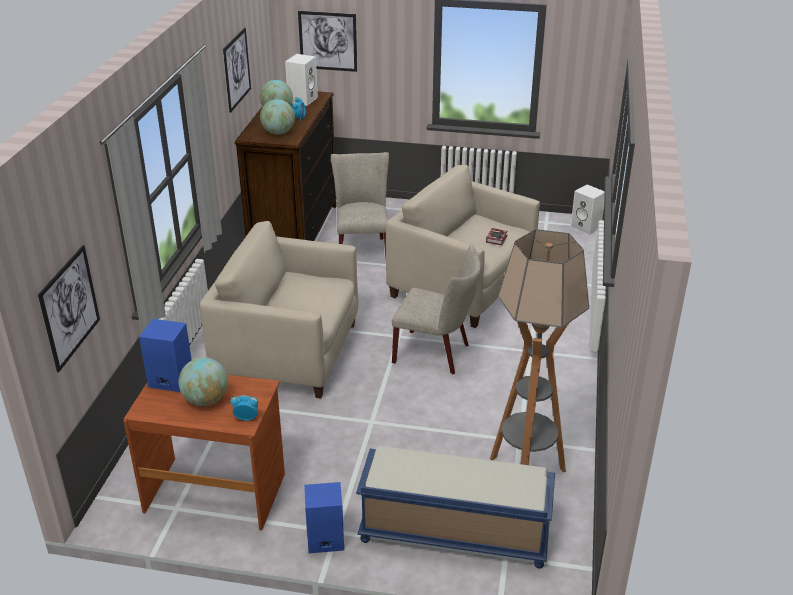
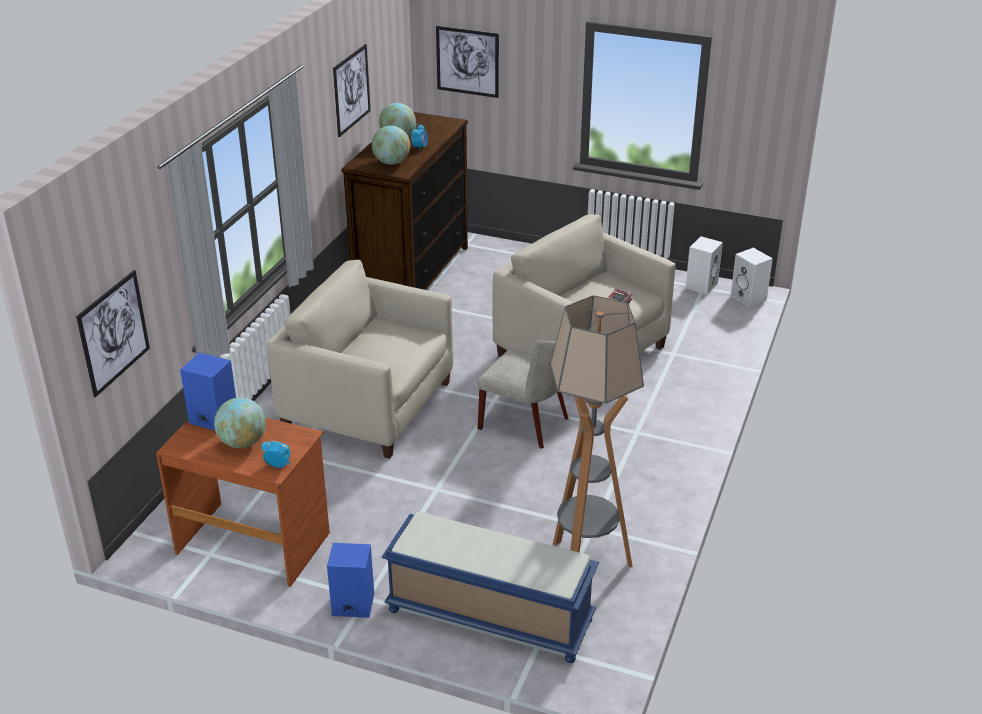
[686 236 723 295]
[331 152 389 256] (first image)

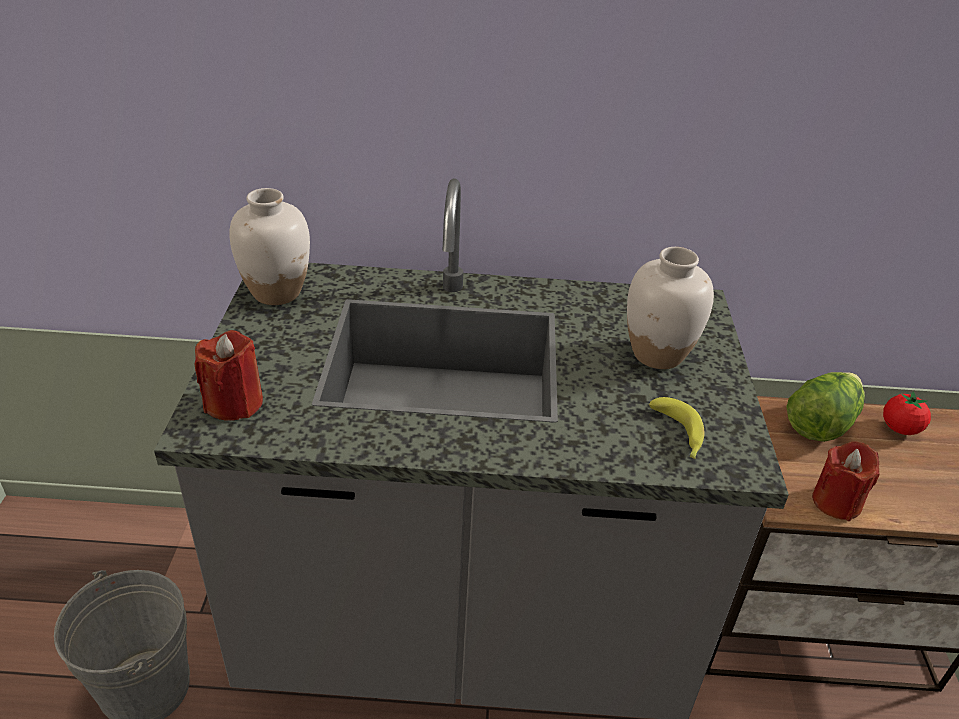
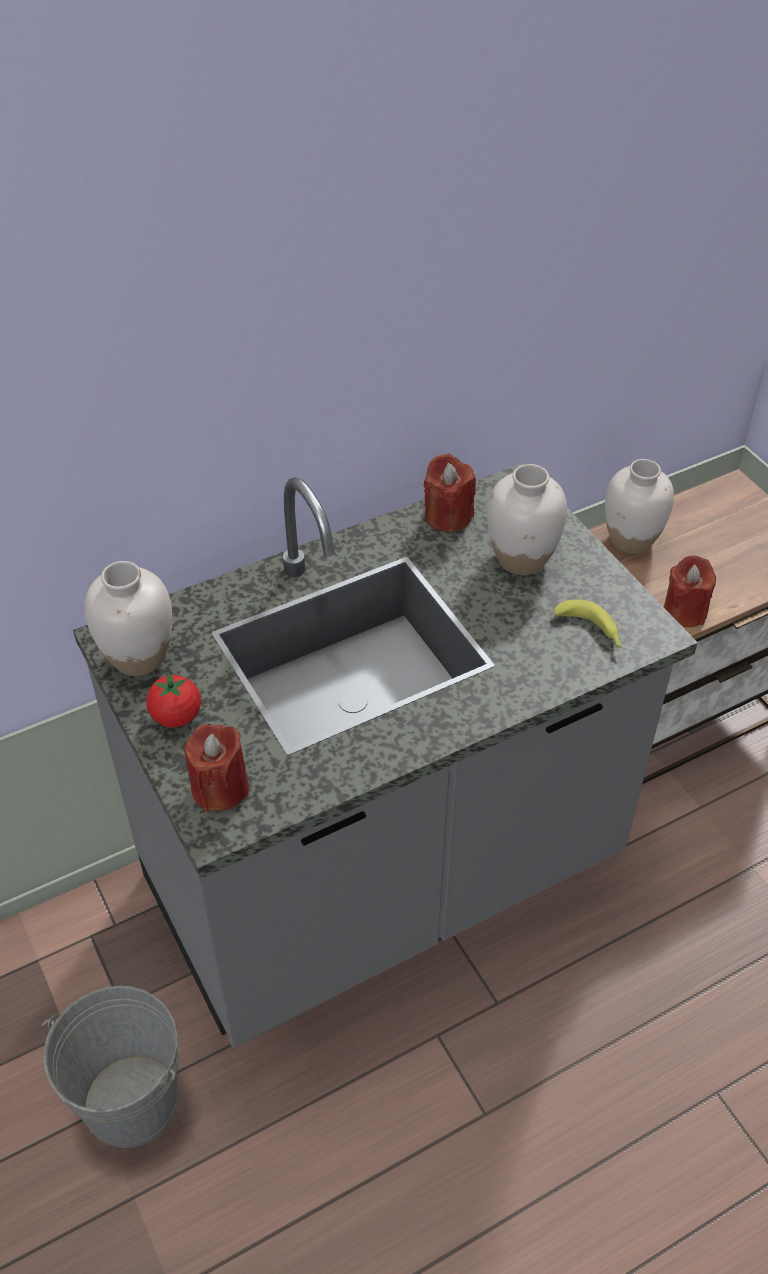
[605 459 674 554]
[146 672 201 728]
[424 454 476 533]

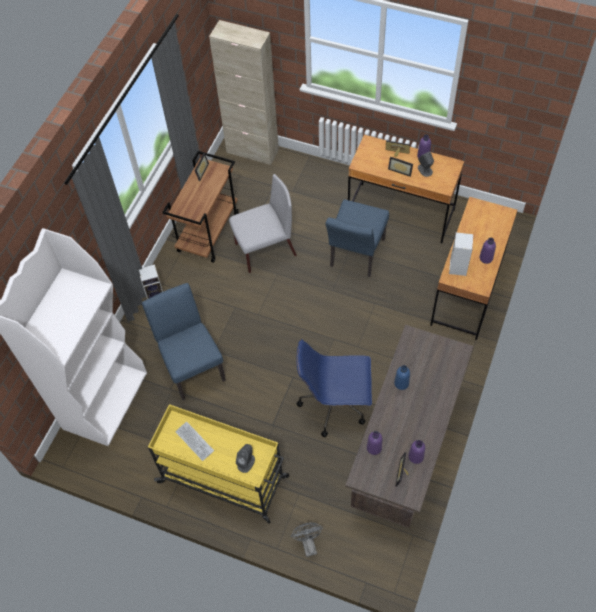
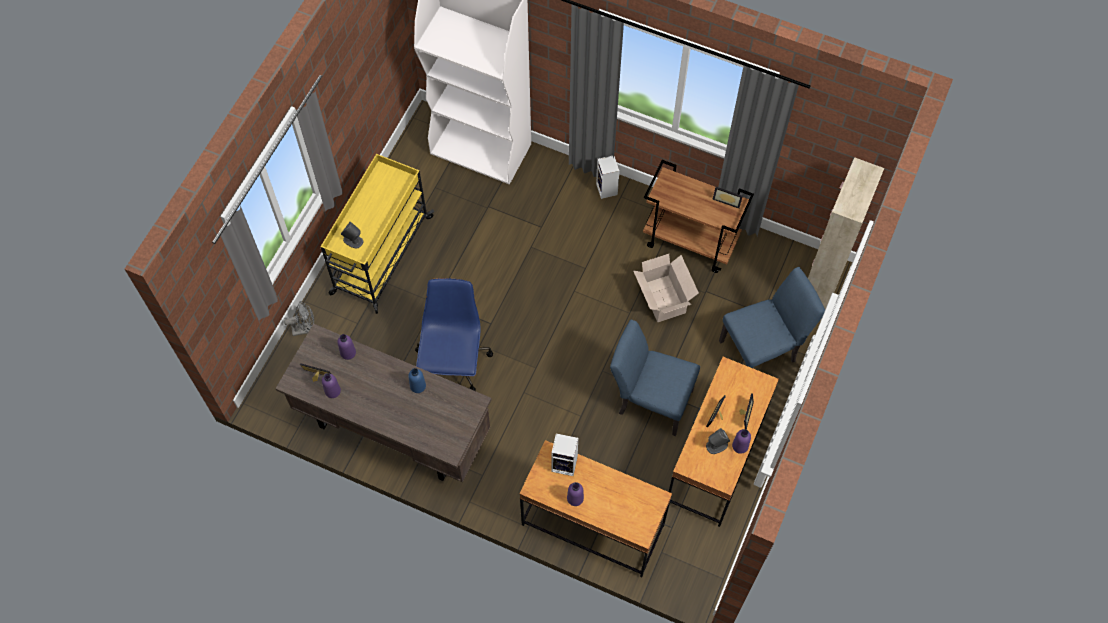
[719 267 825 368]
[175 421 214 461] (first image)
[633 254 699 322]

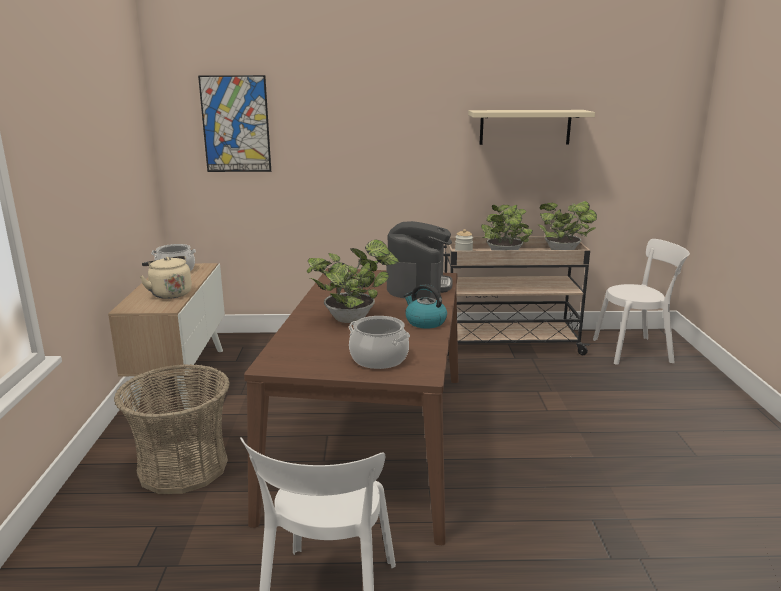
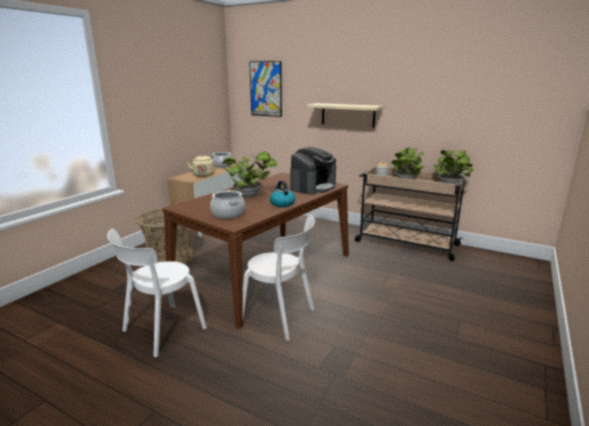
[307 103 384 128]
[243 215 315 340]

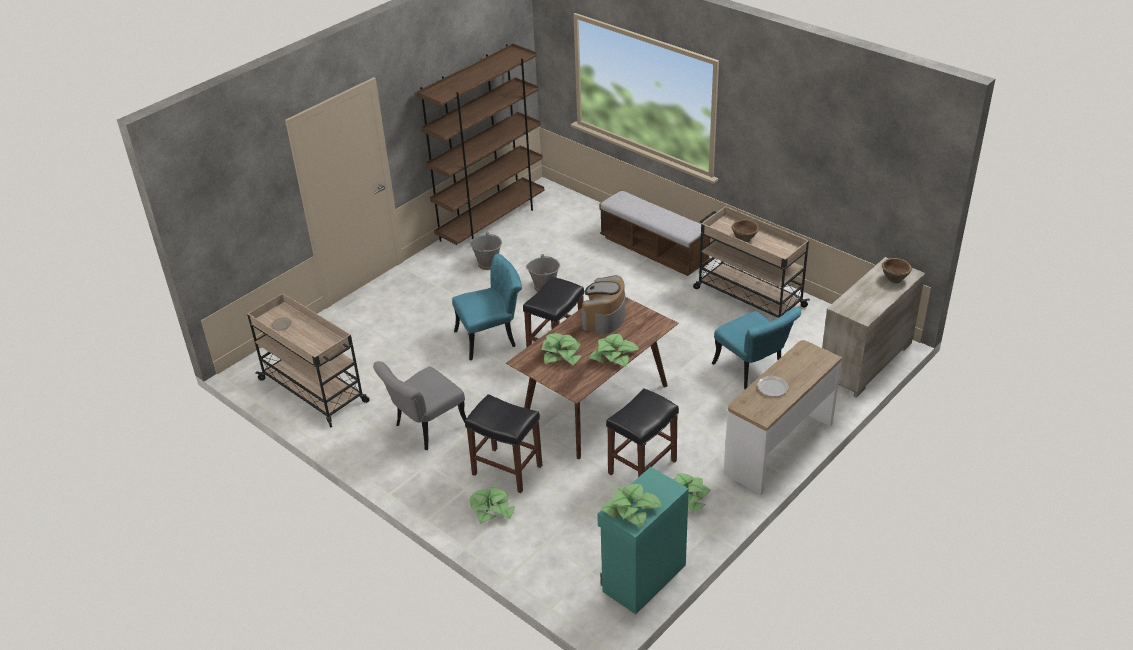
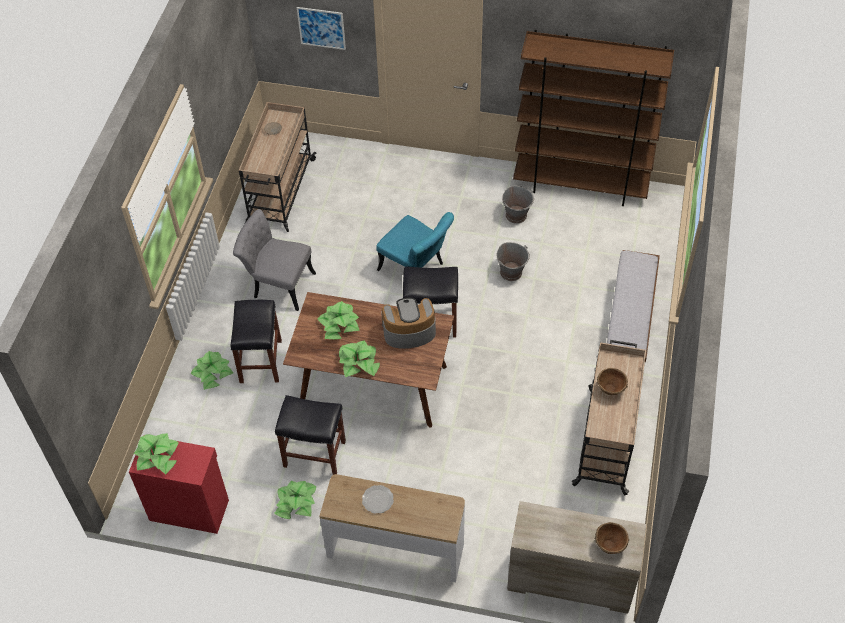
[129 435 229 534]
[712 307 801 389] (first image)
[297 7 346 50]

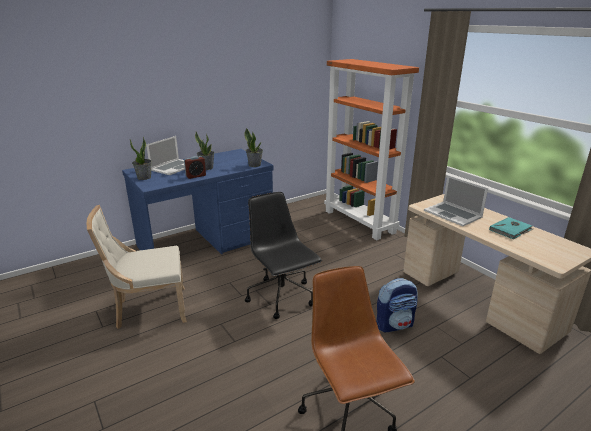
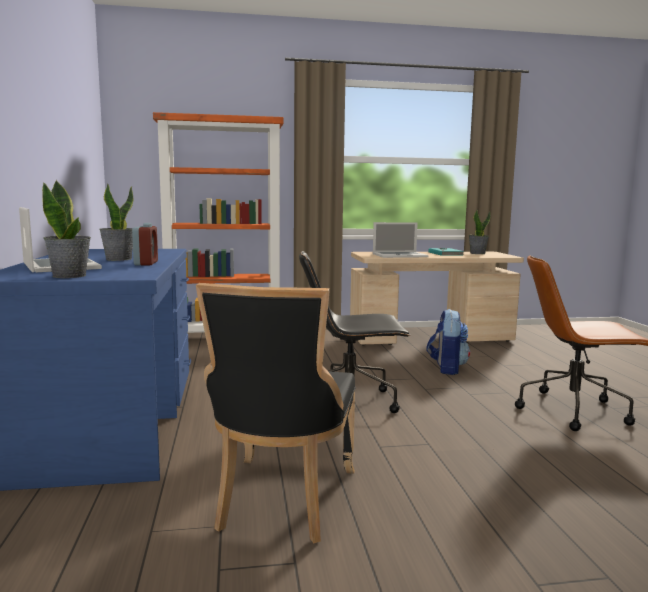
[196 283 356 543]
[468 210 490 254]

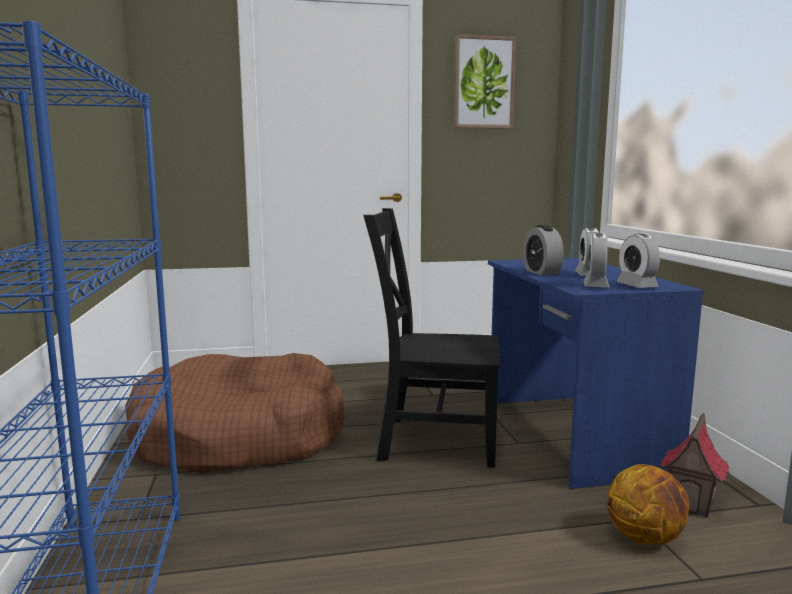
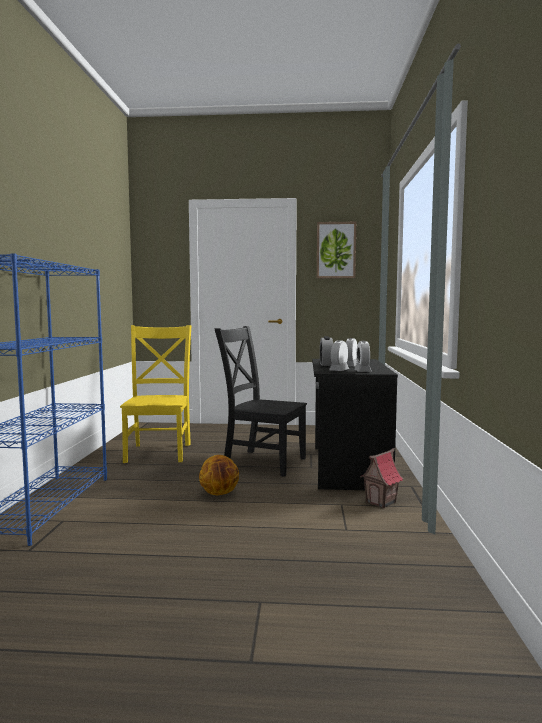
[120 325 191 463]
[312 359 398 490]
[199 455 239 495]

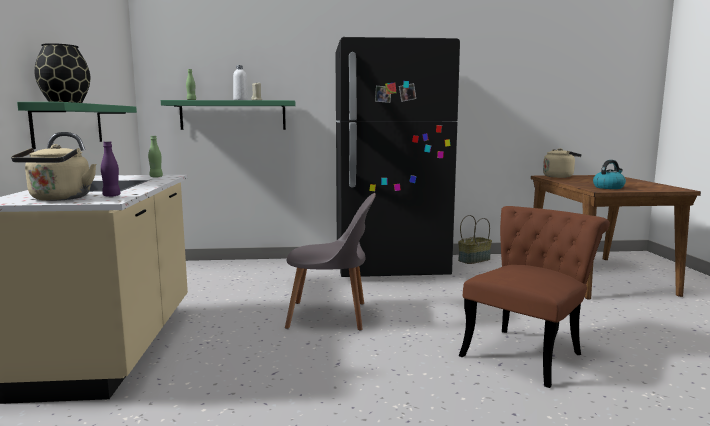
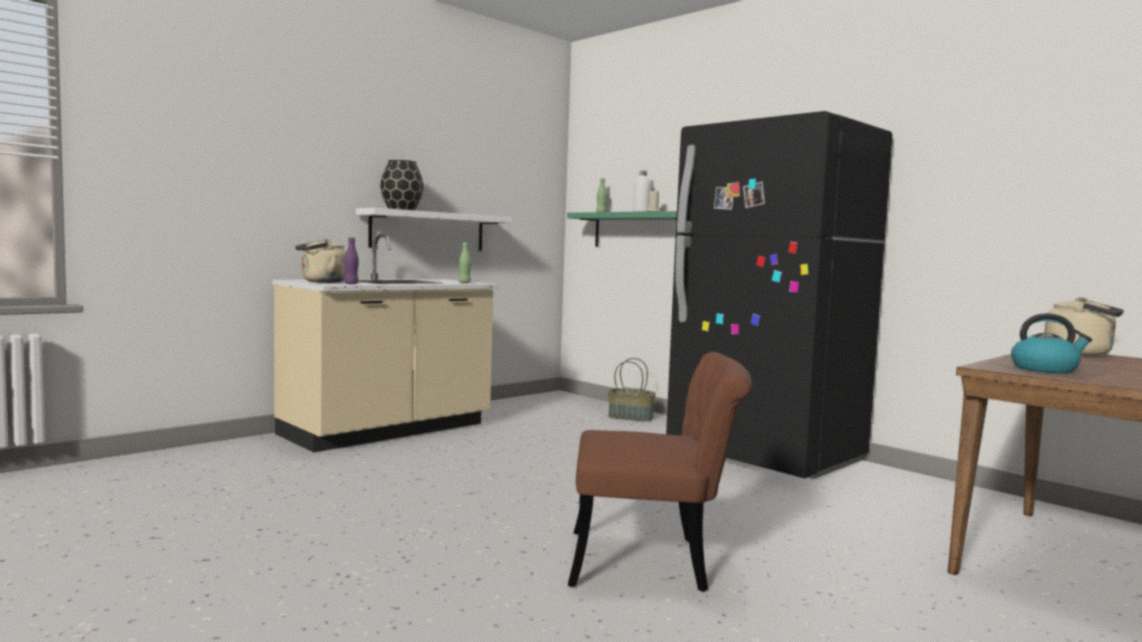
[356 208 512 251]
[285 193 376 330] (first image)
[608 358 656 422]

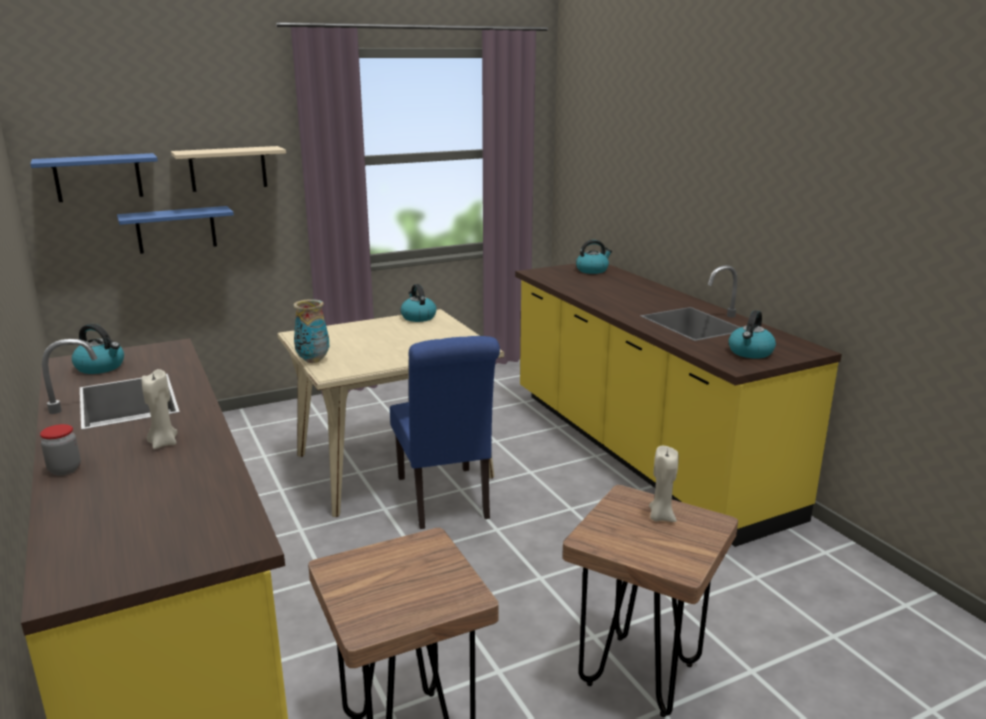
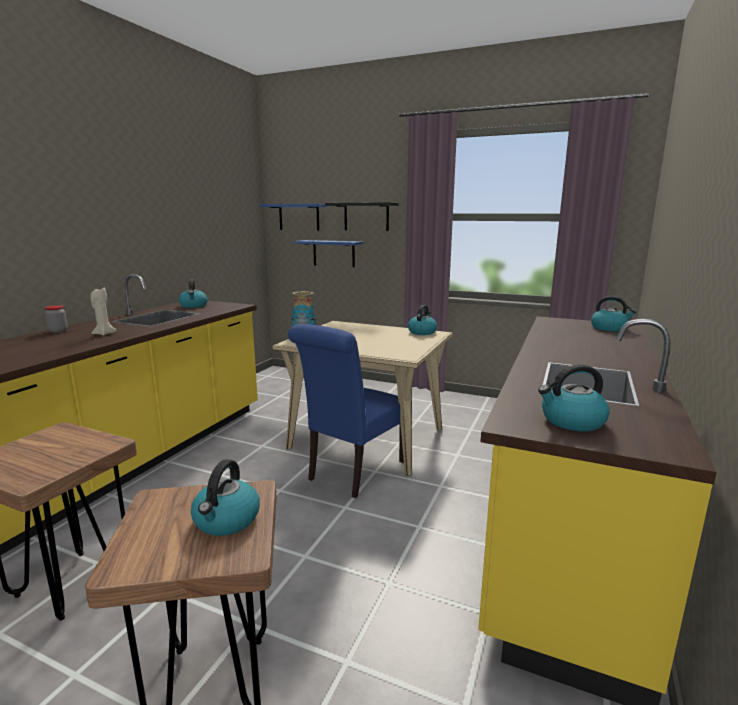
[325 202 399 231]
[191 459 260 536]

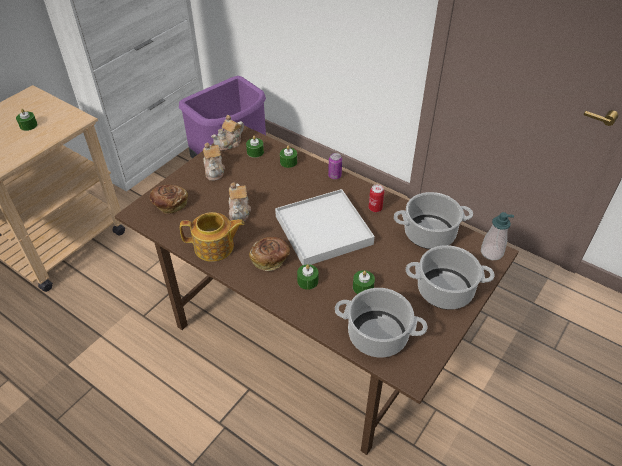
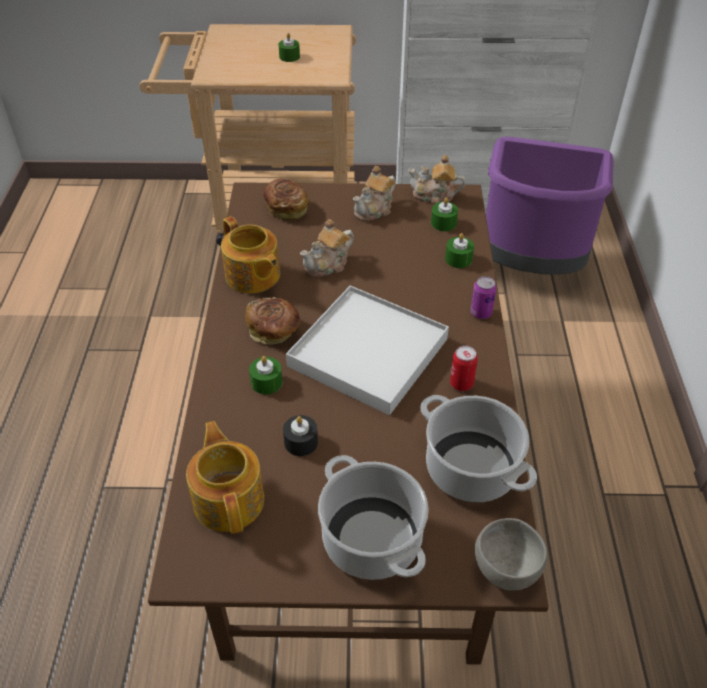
[186 421 264 534]
[283 415 318 456]
[475 518 547 591]

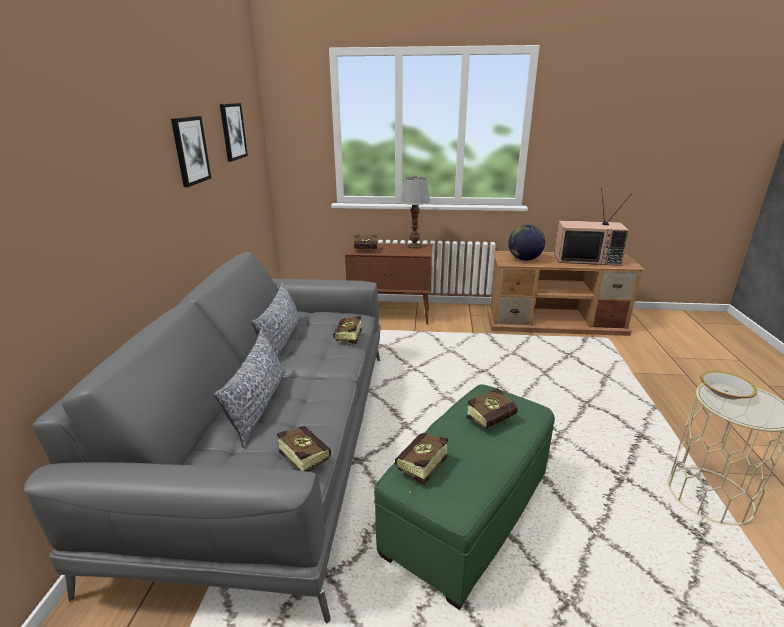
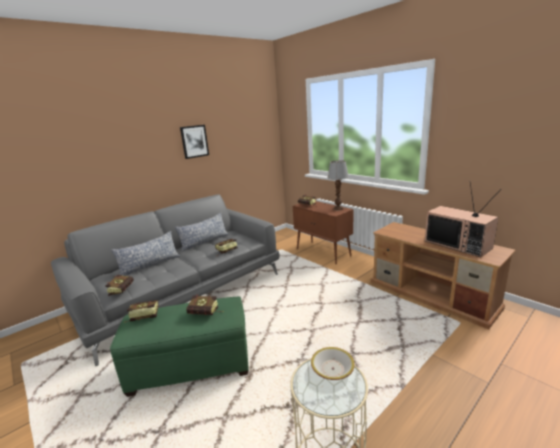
[220 103 248 161] (first image)
[508 225 545 261] (first image)

